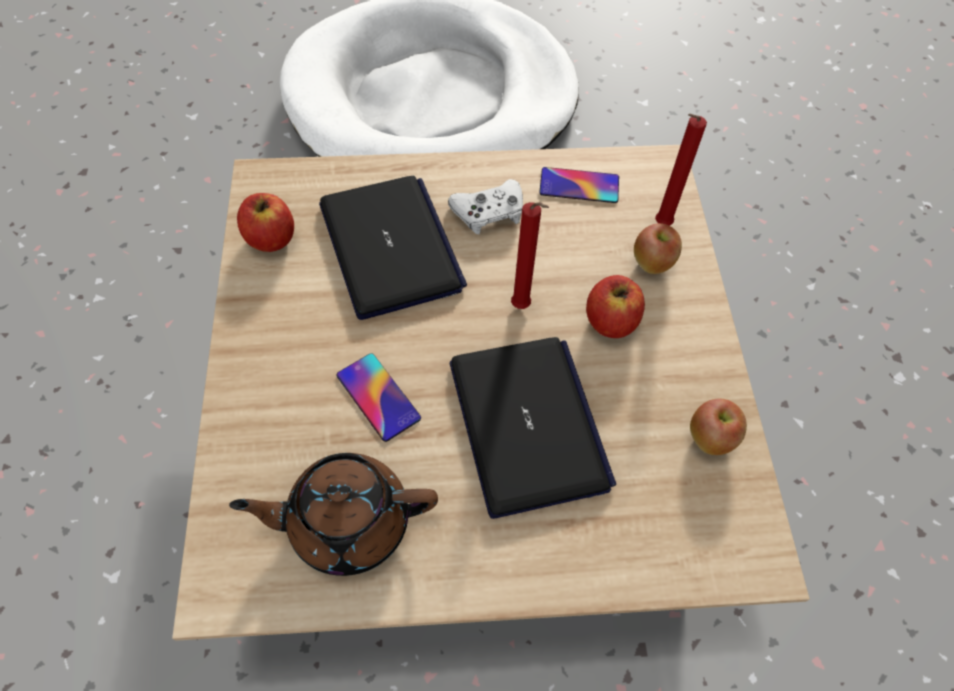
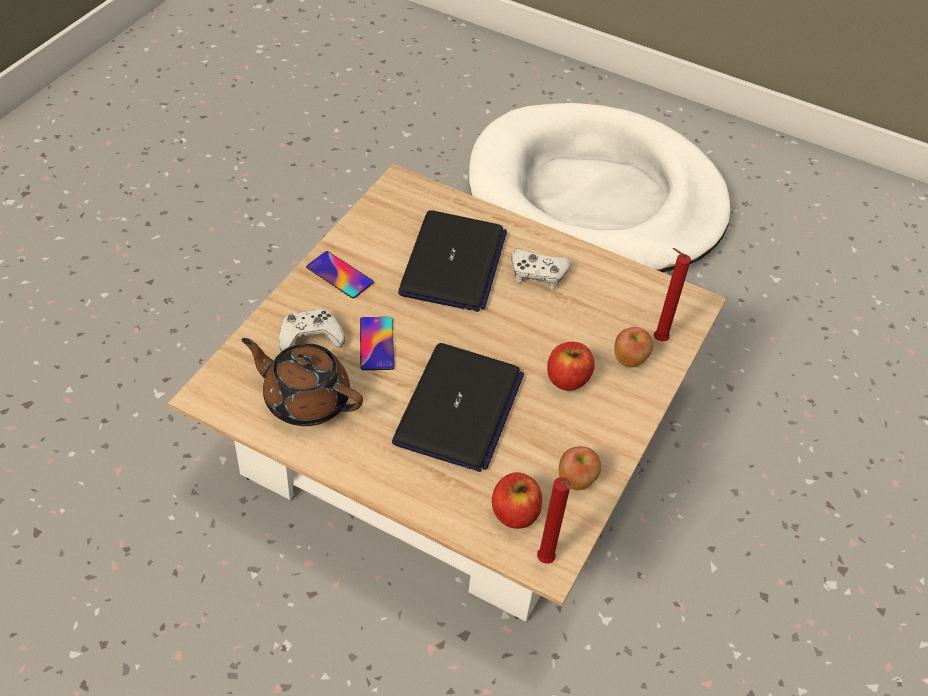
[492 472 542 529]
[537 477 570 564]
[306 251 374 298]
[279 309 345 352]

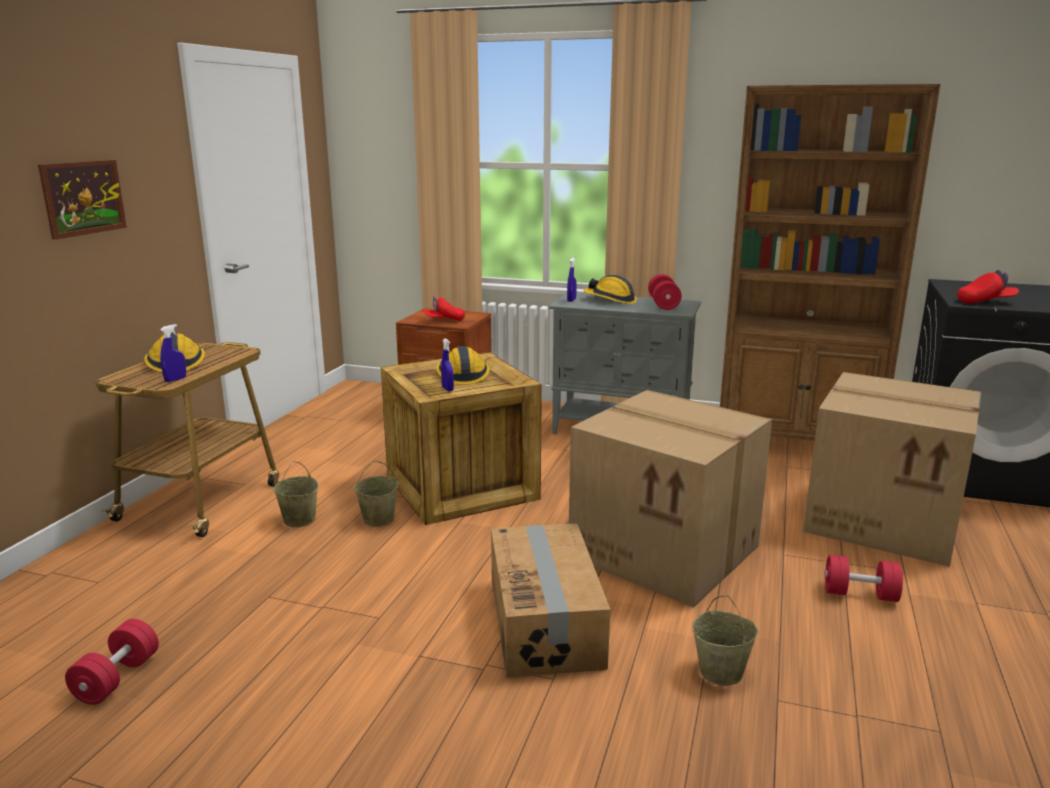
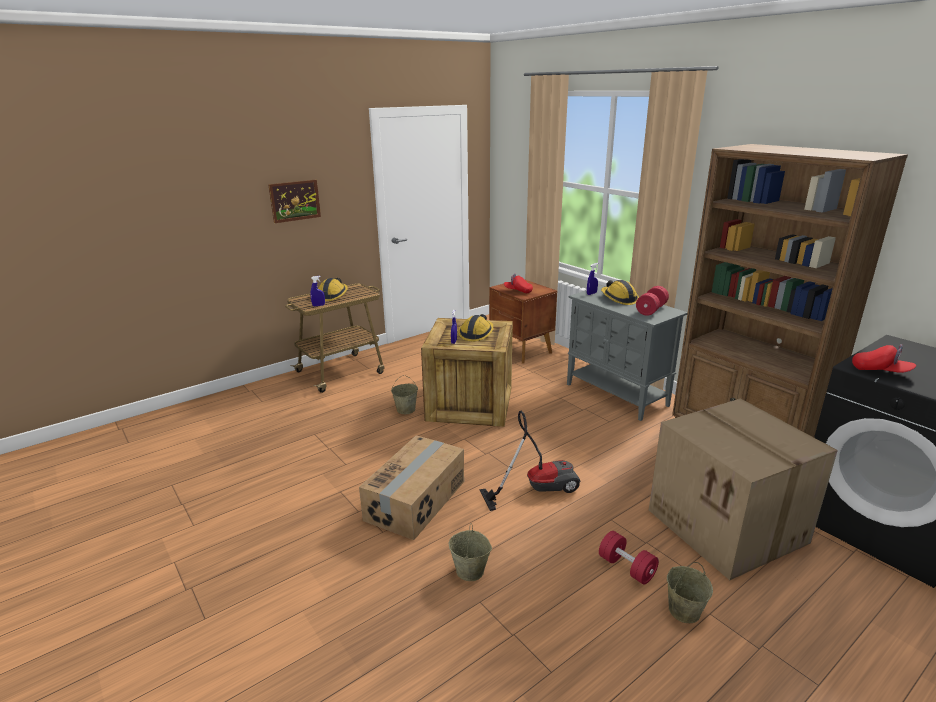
[65 619 159 705] (first image)
[667 562 713 623]
[480 411 581 511]

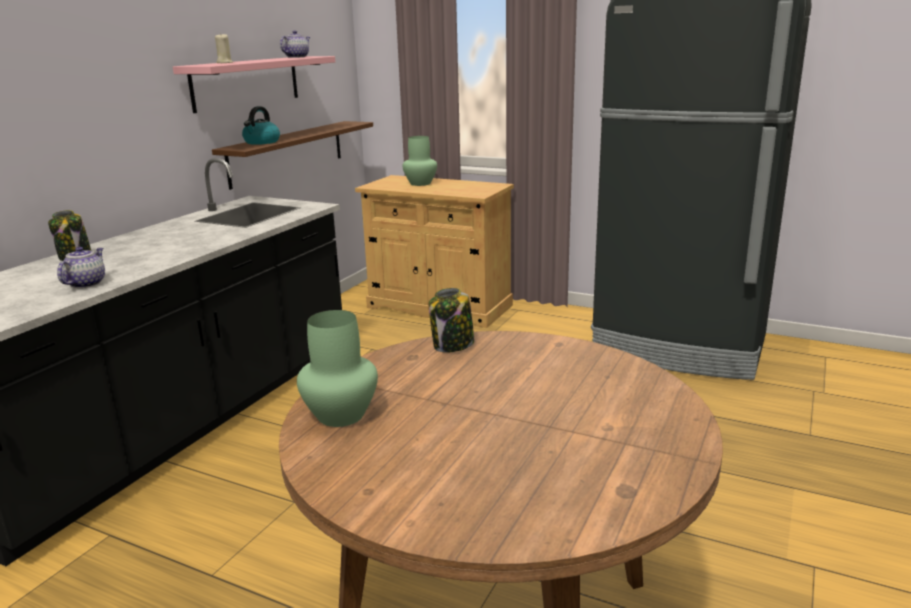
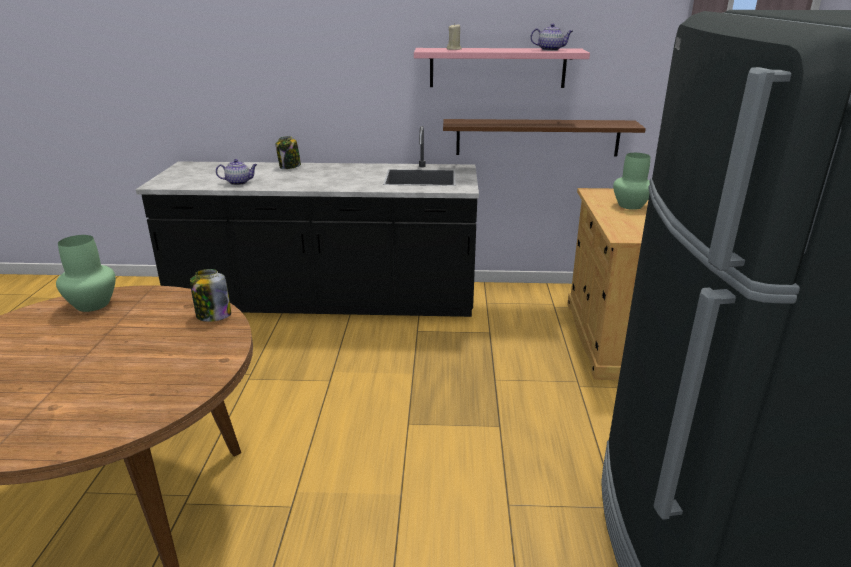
[242 106 280 145] (first image)

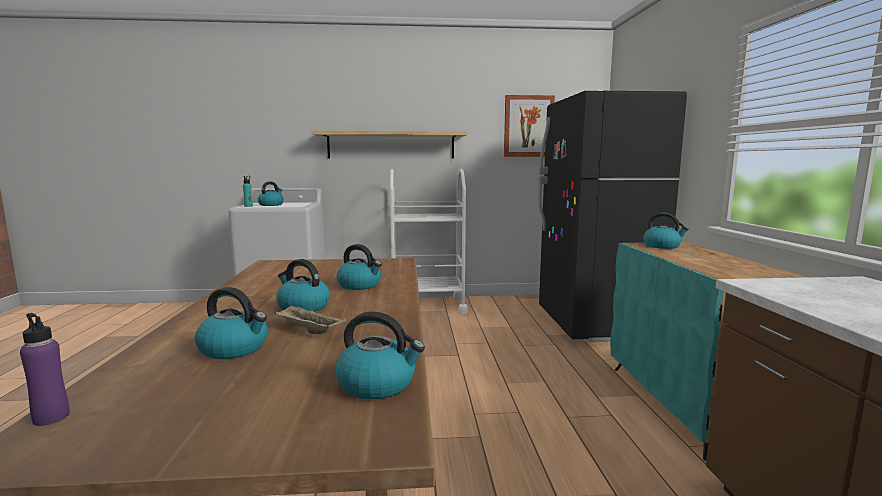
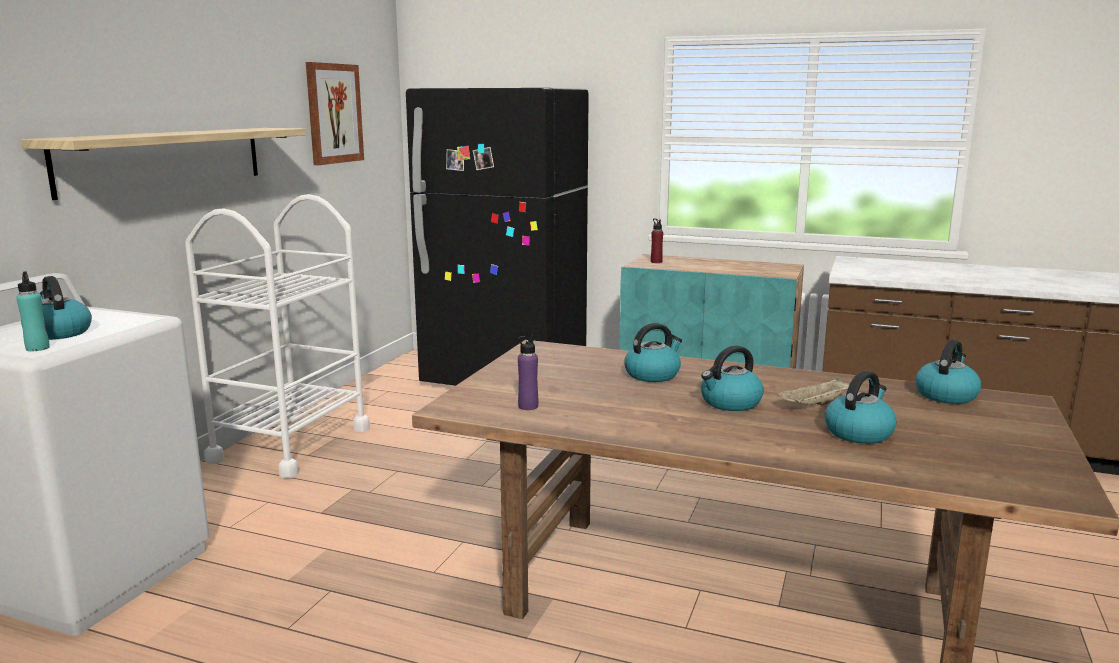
[518 335 538 410]
[651 219 663 263]

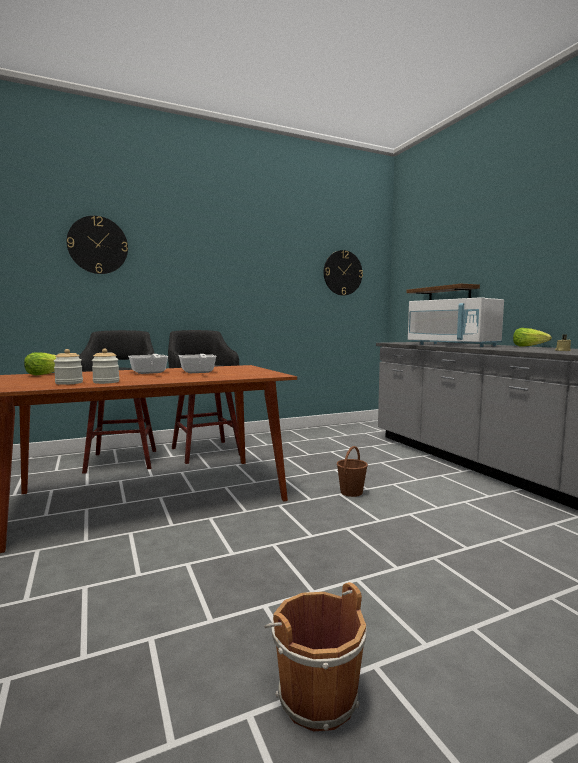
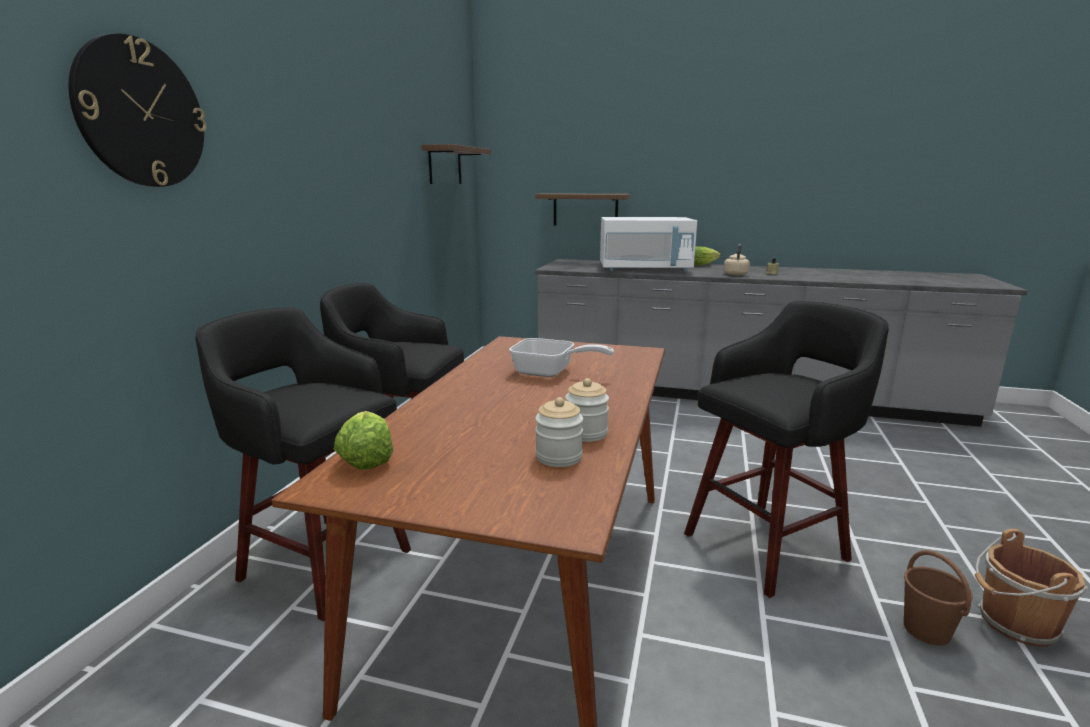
[128 354 169 374] (first image)
[422 144 491 184]
[904 550 973 646]
[684 301 889 598]
[724 244 750 276]

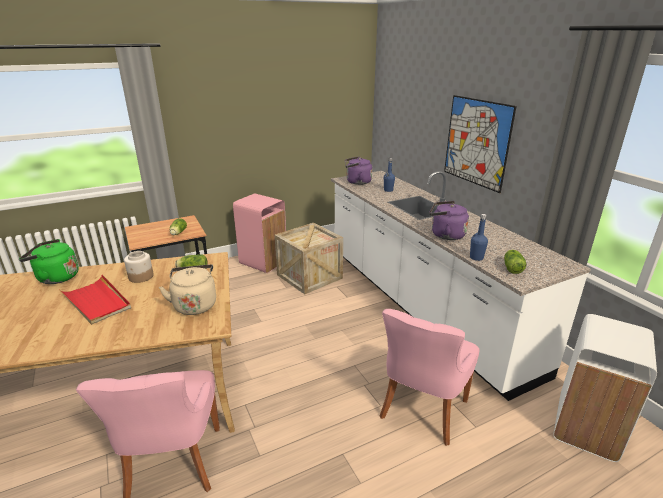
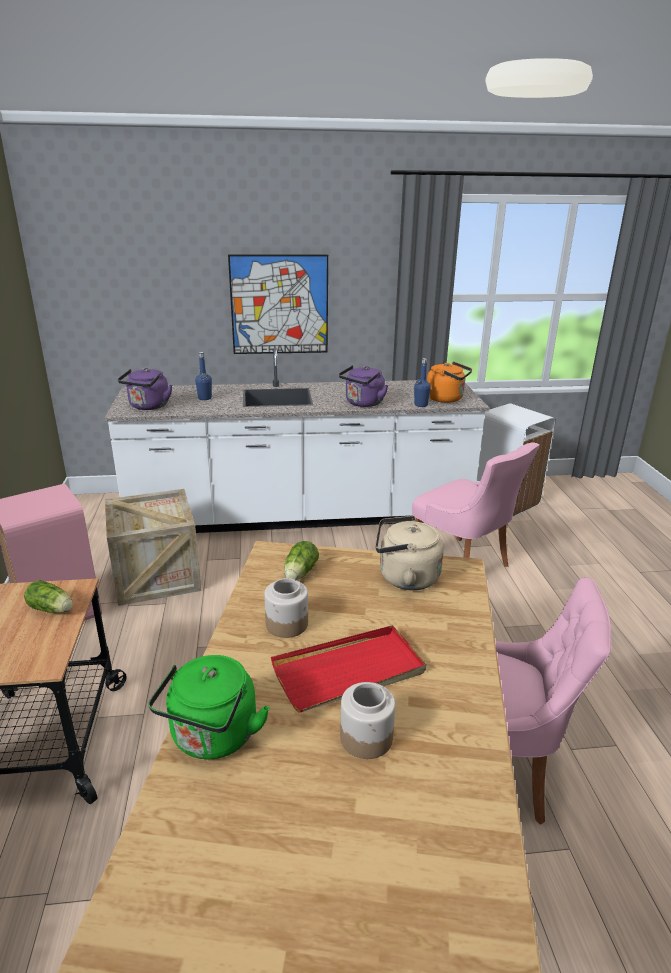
[427 361 472 403]
[340 682 395 759]

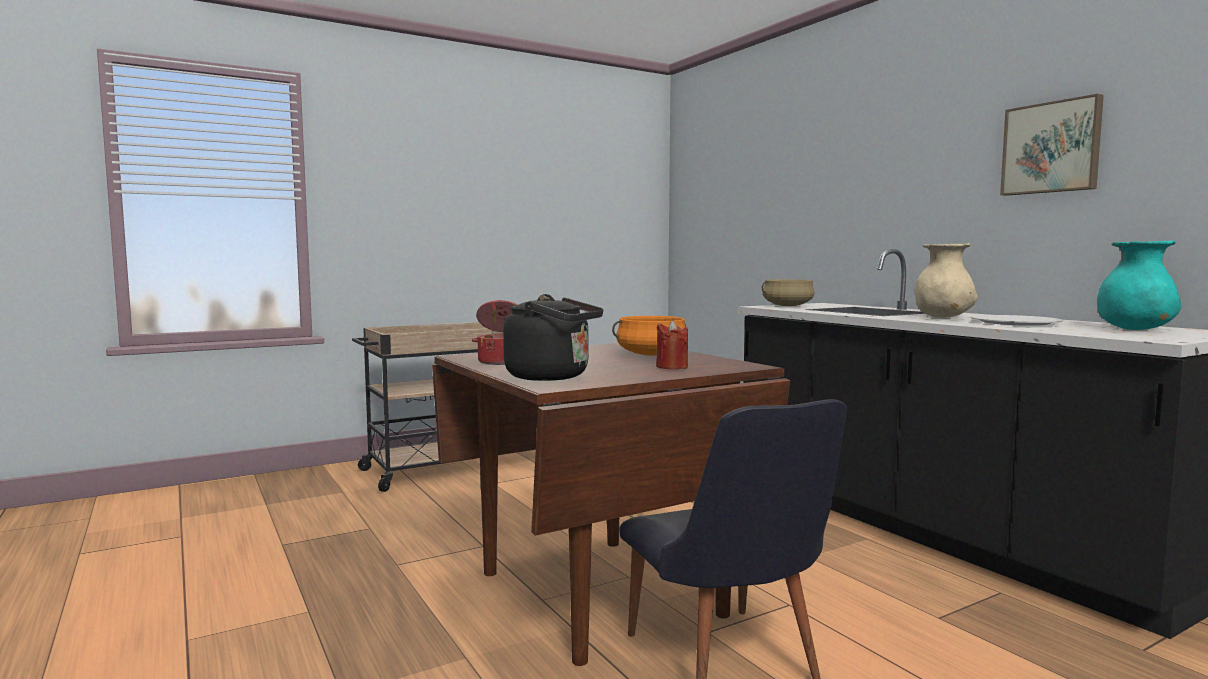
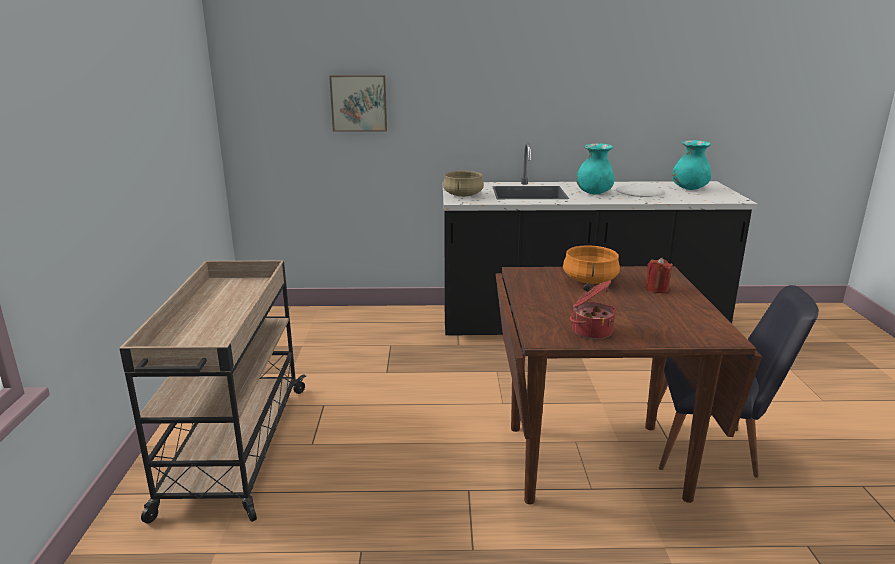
[503 294 603 381] (first image)
[576 144 614 194]
[329 75 387 132]

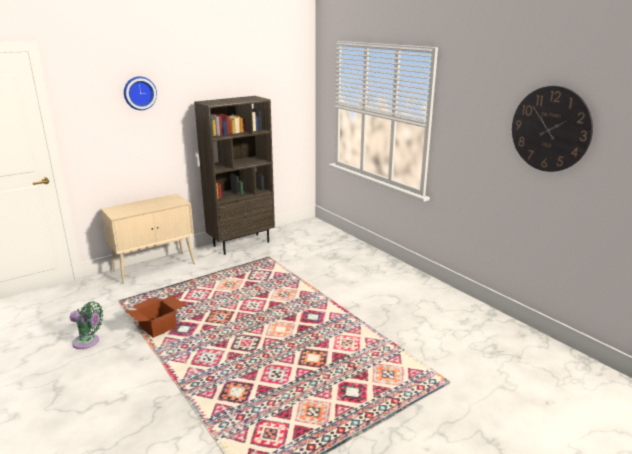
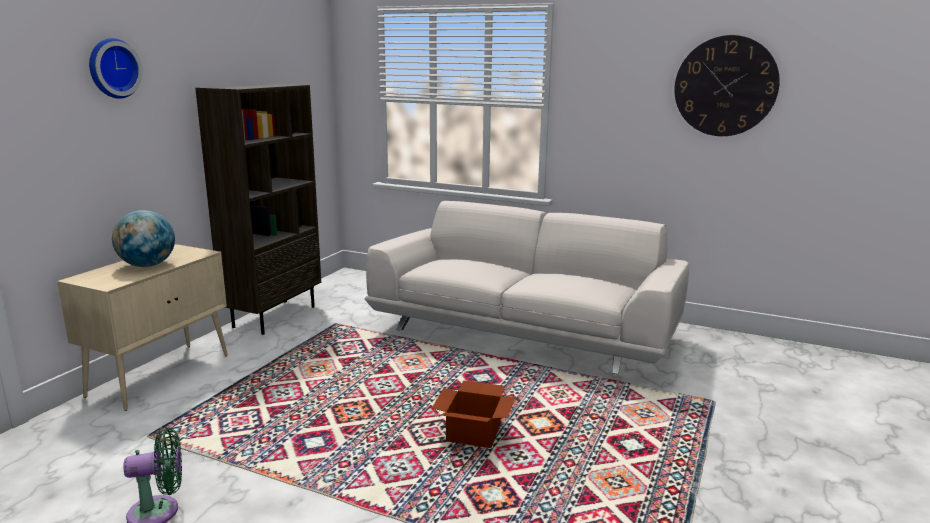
[432 380 516 448]
[112 210 175 267]
[365 201 689 374]

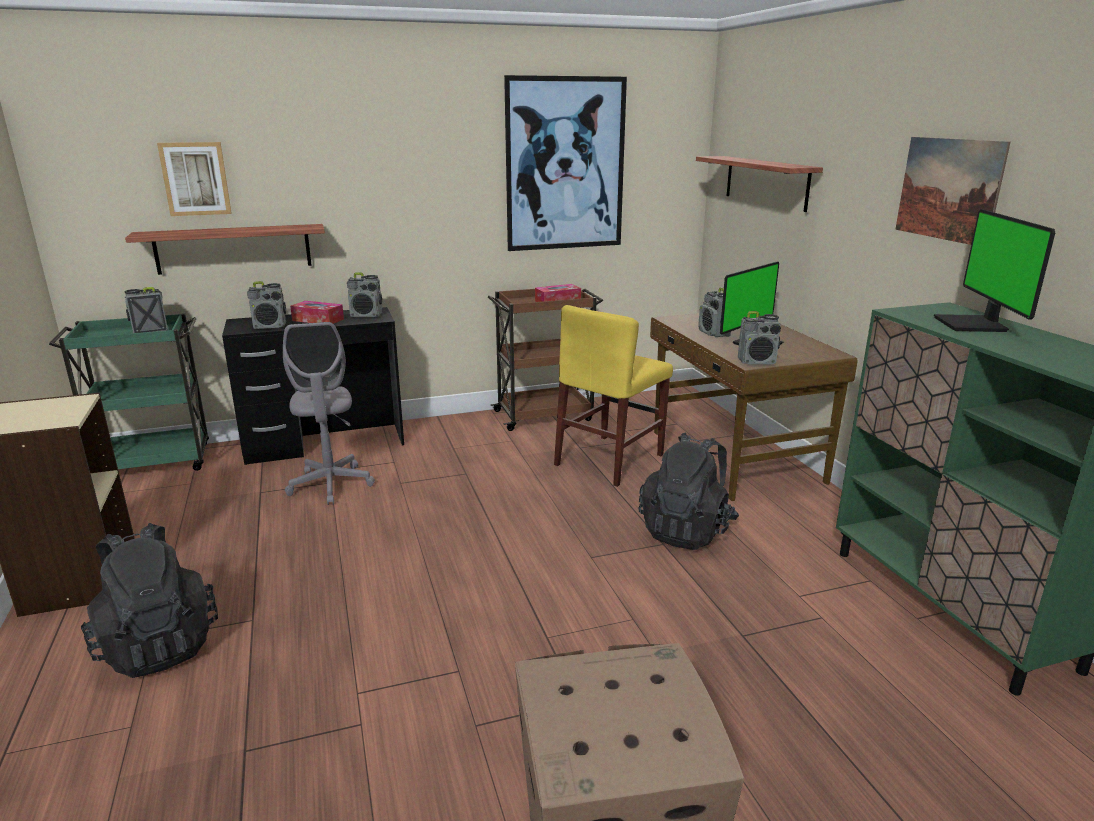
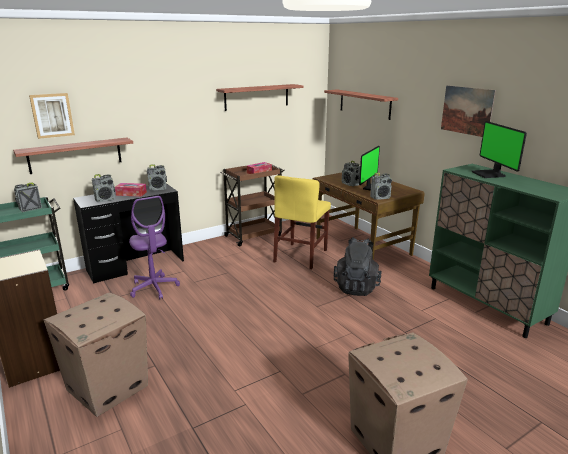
[43 293 148 417]
[129 196 180 299]
[216 84 303 111]

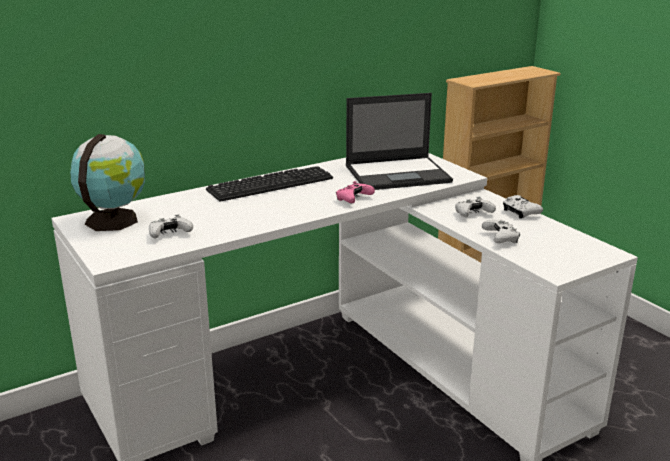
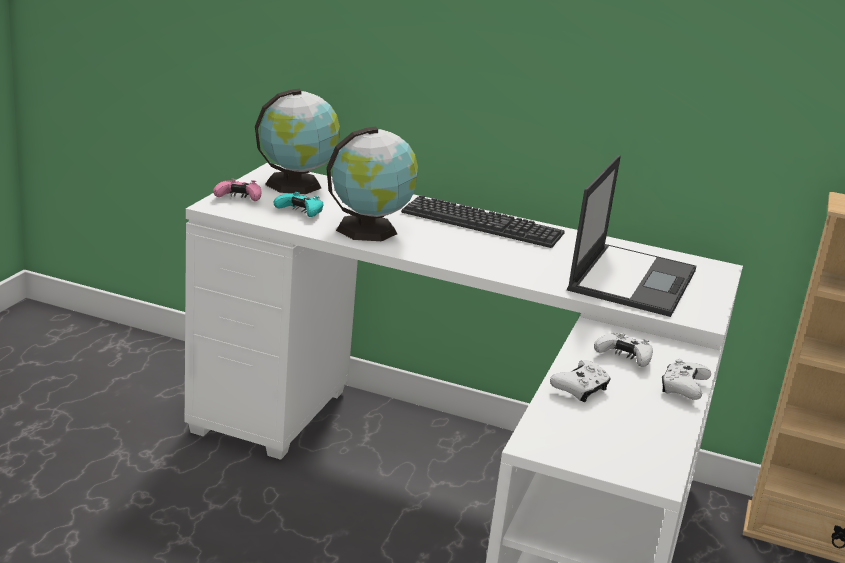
[274 192 323 217]
[213 179 261 201]
[567 155 696 317]
[326 126 418 241]

